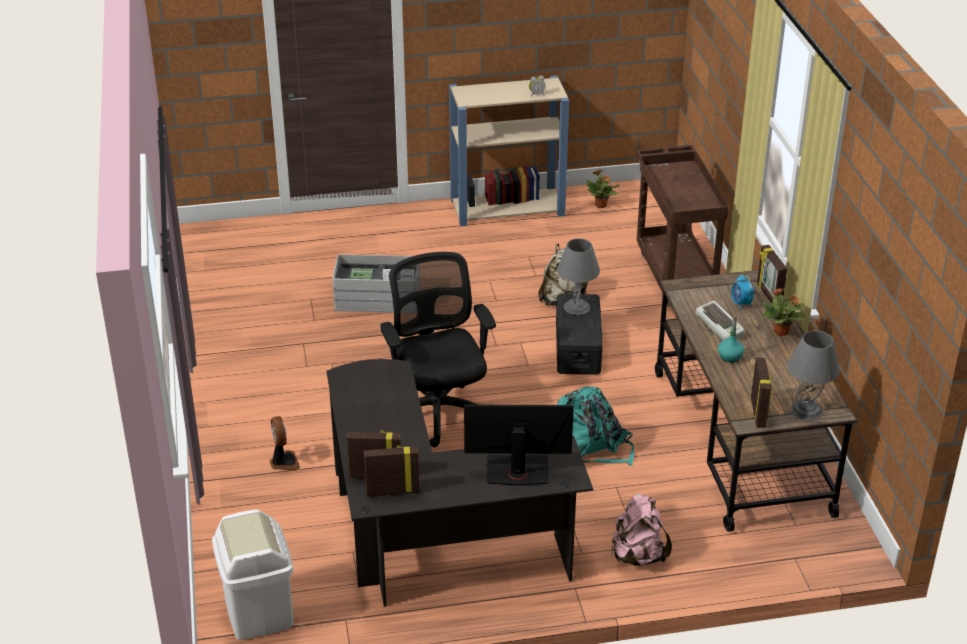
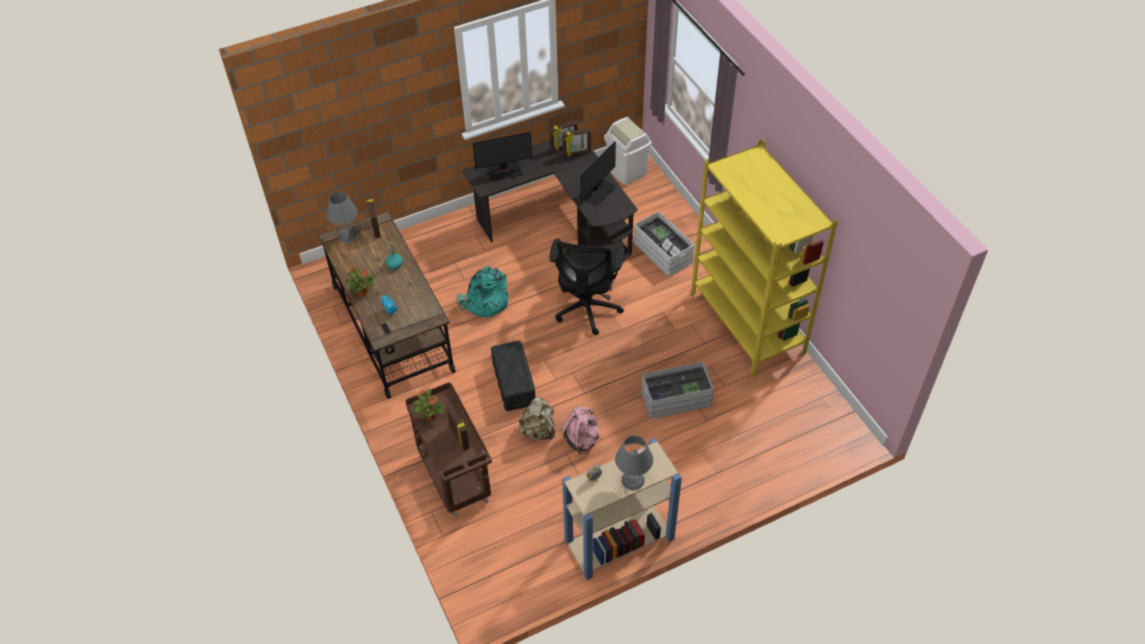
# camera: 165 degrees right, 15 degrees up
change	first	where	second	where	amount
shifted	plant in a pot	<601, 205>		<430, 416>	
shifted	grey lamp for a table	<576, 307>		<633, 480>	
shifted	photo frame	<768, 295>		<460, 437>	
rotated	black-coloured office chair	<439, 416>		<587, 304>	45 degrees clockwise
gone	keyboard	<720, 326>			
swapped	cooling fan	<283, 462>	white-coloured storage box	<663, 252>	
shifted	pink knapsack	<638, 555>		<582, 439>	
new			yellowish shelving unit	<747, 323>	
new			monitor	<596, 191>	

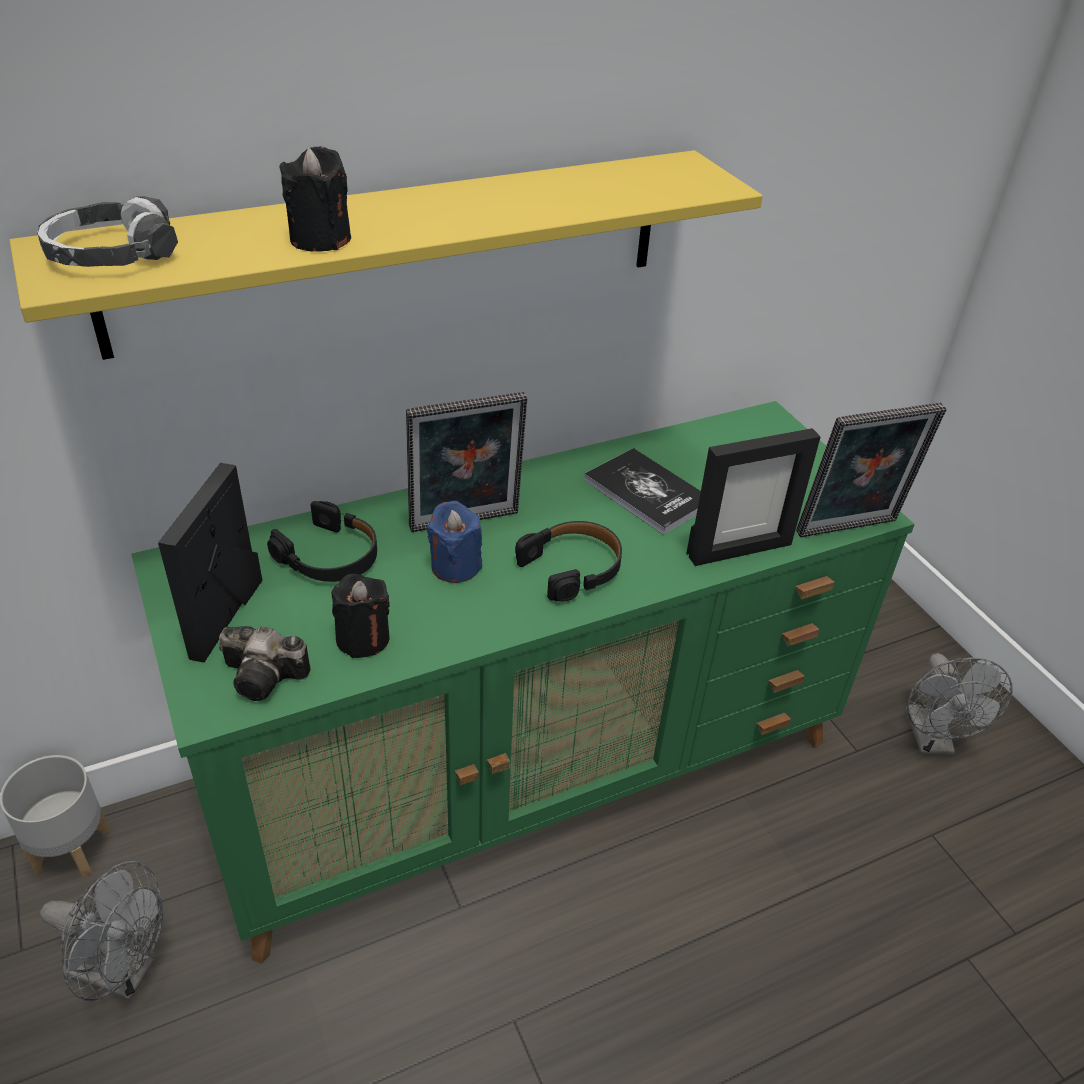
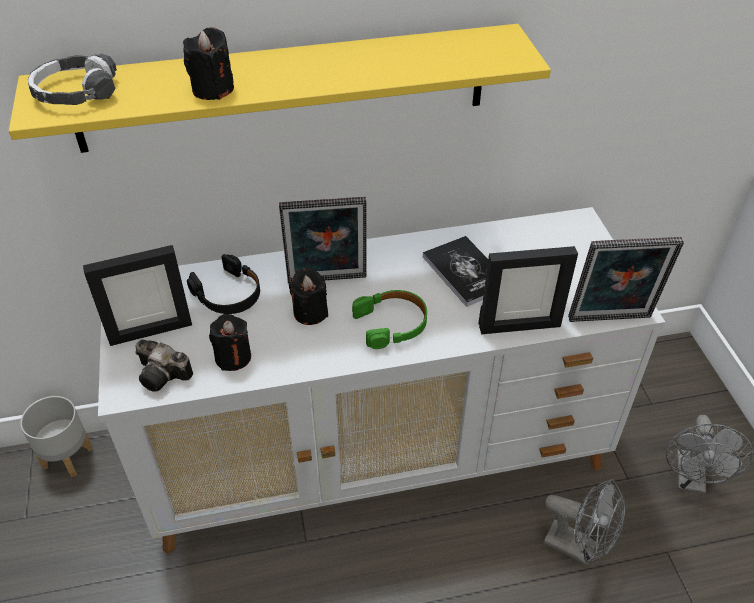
# camera: 15 degrees right, 5 degrees up
change	first	where	second	where	amount
repainted	greenish dresser	<527, 767>	white-coloured dresser	<376, 451>	
rotated	photo frame	<227, 618>		<150, 330>	135 degrees counterclockwise
repainted	blue candle	<455, 566>	black-coloured candle	<310, 312>	
repainted	black-coloured headphones	<572, 567>	greenish headphones	<392, 324>	
shifted	grey cooling fan	<124, 973>		<578, 547>	

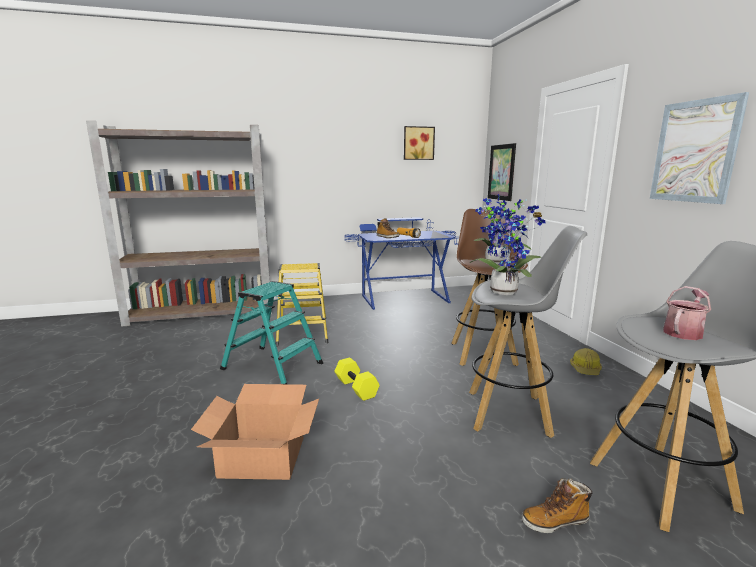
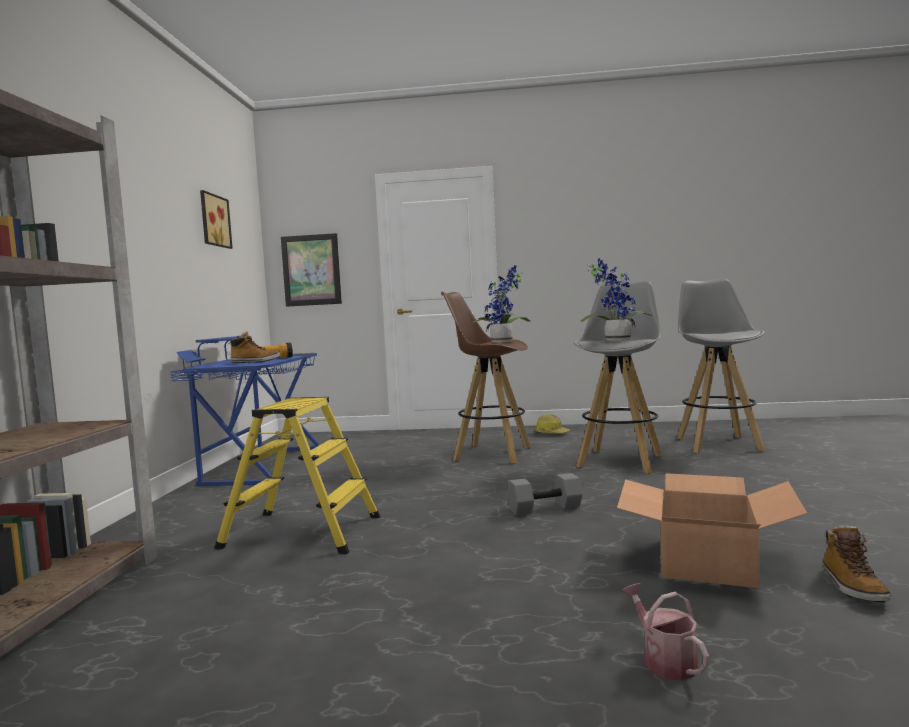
# camera: 70 degrees left, 10 degrees down
change	first	where	second	where	amount
gone	wall picture	<694, 151>			
gone	blue-green step ladder	<272, 366>			
shifted	watering can	<684, 332>		<664, 659>	
repainted	yellowish hand weight	<357, 388>	grey hand weight	<545, 508>	
shifted	boot	<555, 521>		<852, 587>	

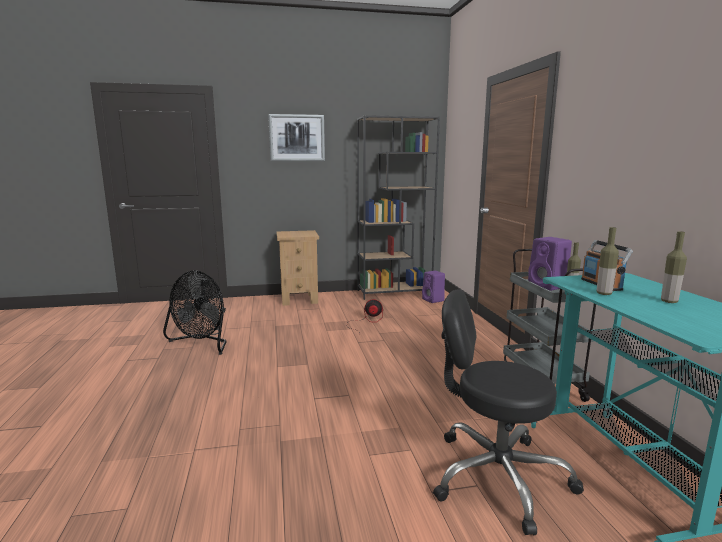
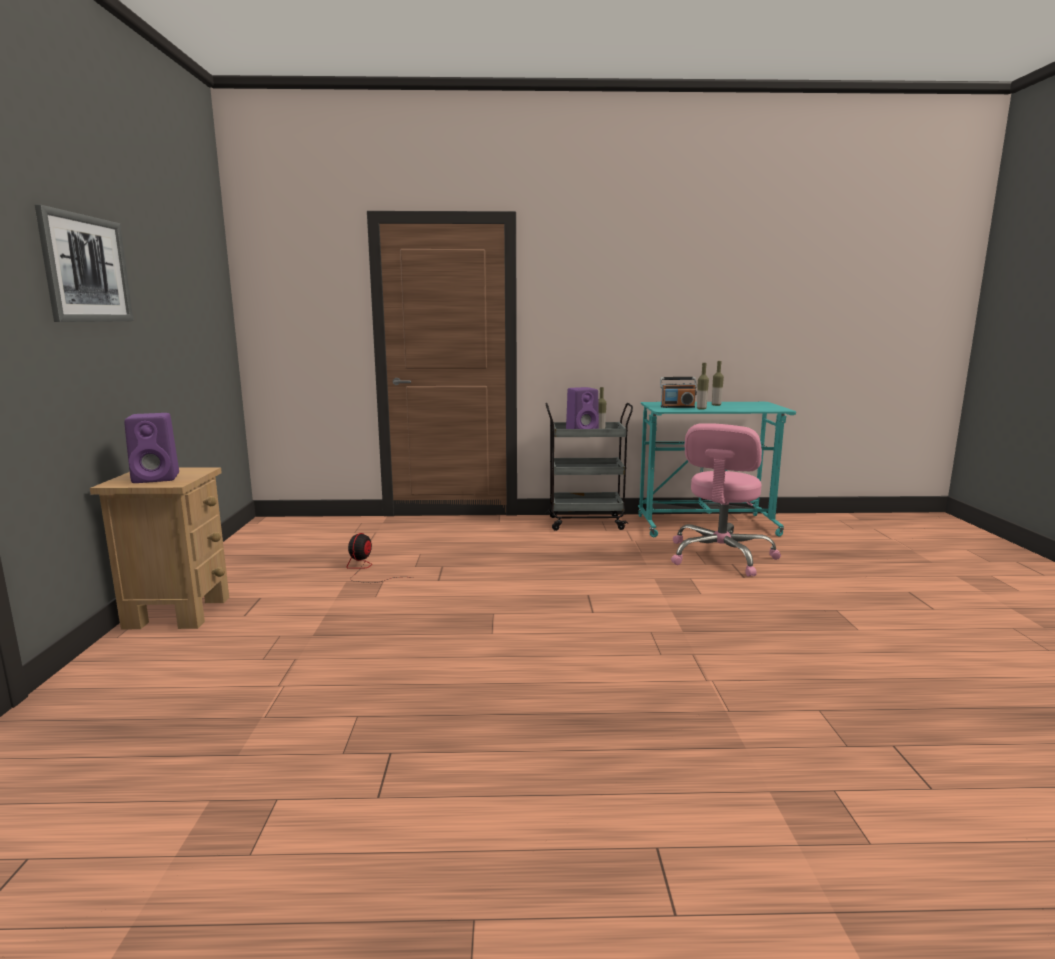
# camera: 80 degrees left, 0 degrees up
change	first	where	second	where	amount
gone	shelving unit	<394, 292>			
gone	black-coloured cooling fan	<203, 342>			
shifted	purple-coloured loudspeaker	<433, 300>		<158, 478>	
repainted	black-coloured office chair	<491, 475>	pink office chair	<719, 558>	

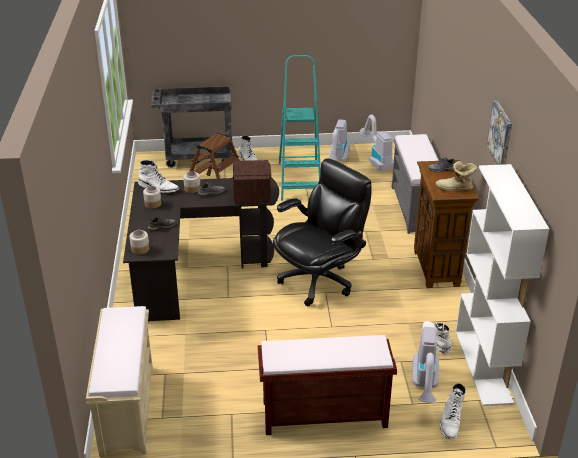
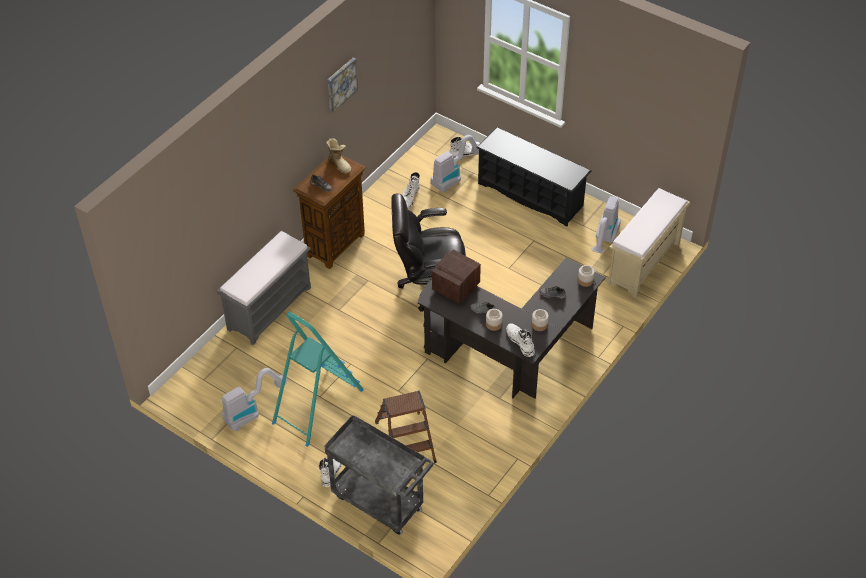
# camera: 140 degrees left, 15 degrees up
change	first	where	second	where	amount
shifted	hoover	<376, 160>		<605, 240>	
gone	white-coloured shelving unit	<484, 366>			
swapped	brown indoor bench	<323, 415>	black-coloured shoe stand	<531, 195>	

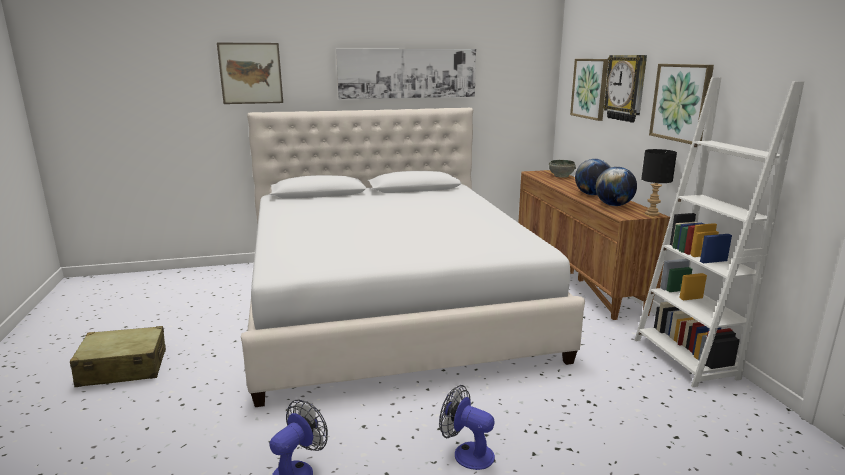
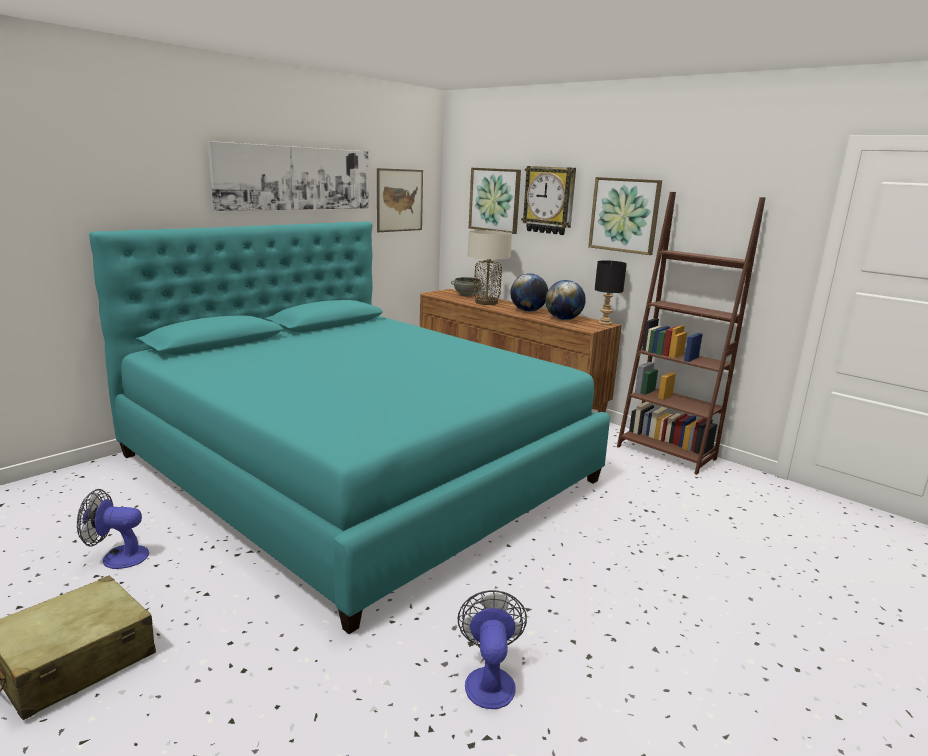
# camera: 35 degrees left, 0 degrees up
change	first	where	second	where	amount
shifted	wall picture	<251, 73>		<399, 200>	
repainted	white-coloured shelving unit	<685, 358>	brown shelving unit	<666, 452>	
repainted	white-coloured bedroom bed	<389, 303>	blue-green bedroom bed	<358, 468>	
shifted	cooling fan	<467, 453>		<117, 557>	
new			lamp for a table	<486, 302>	

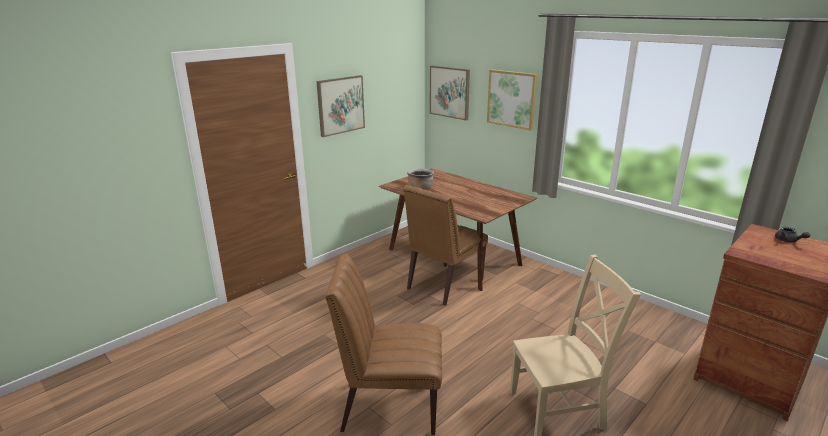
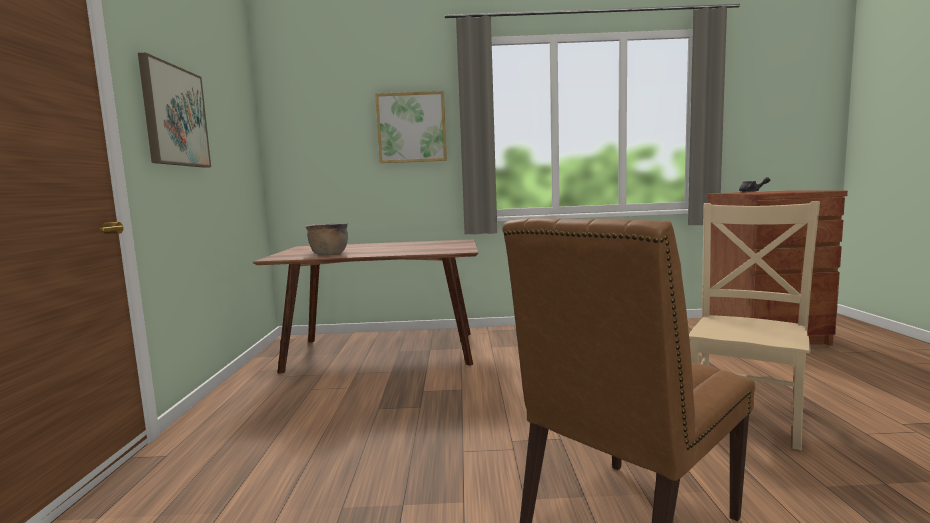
# camera: 45 degrees left, 15 degrees down
change	first	where	second	where	amount
gone	wall picture	<450, 92>			
gone	brown chair	<445, 284>			

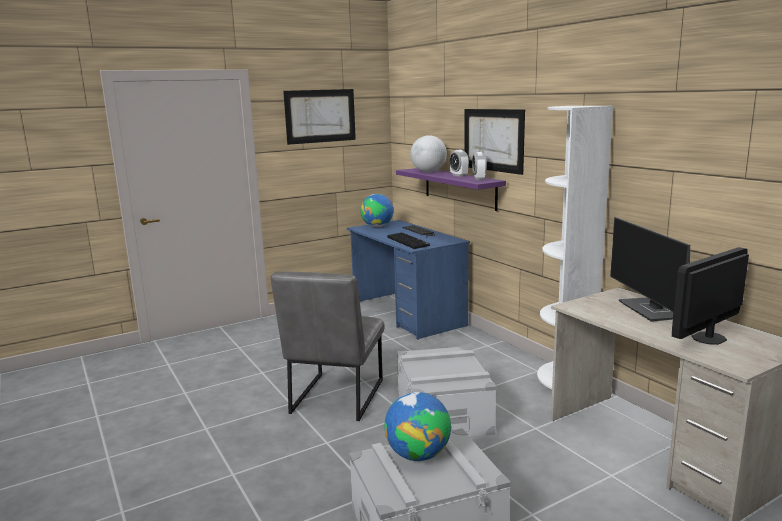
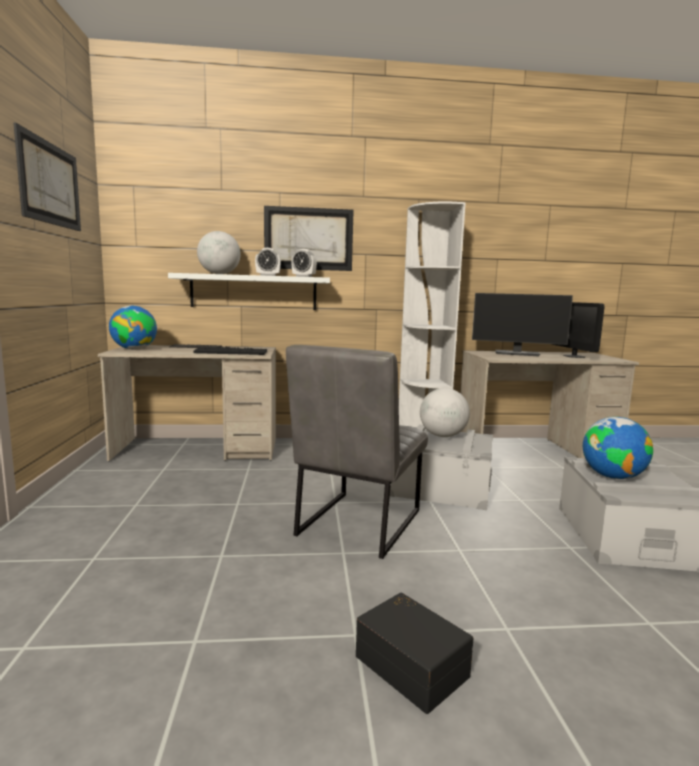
# camera: 65 degrees left, 5 degrees down
change	first	where	second	where	amount
repainted	purple-coloured shelf	<459, 188>	white-coloured shelf	<254, 292>	
repainted	blue desk table	<407, 314>	sand-coloured desk table	<198, 449>	
rotated	grey chair	<336, 397>		<357, 524>	75 degrees clockwise
new			desk globe	<443, 436>	
new			black-coloured storage box	<413, 664>	

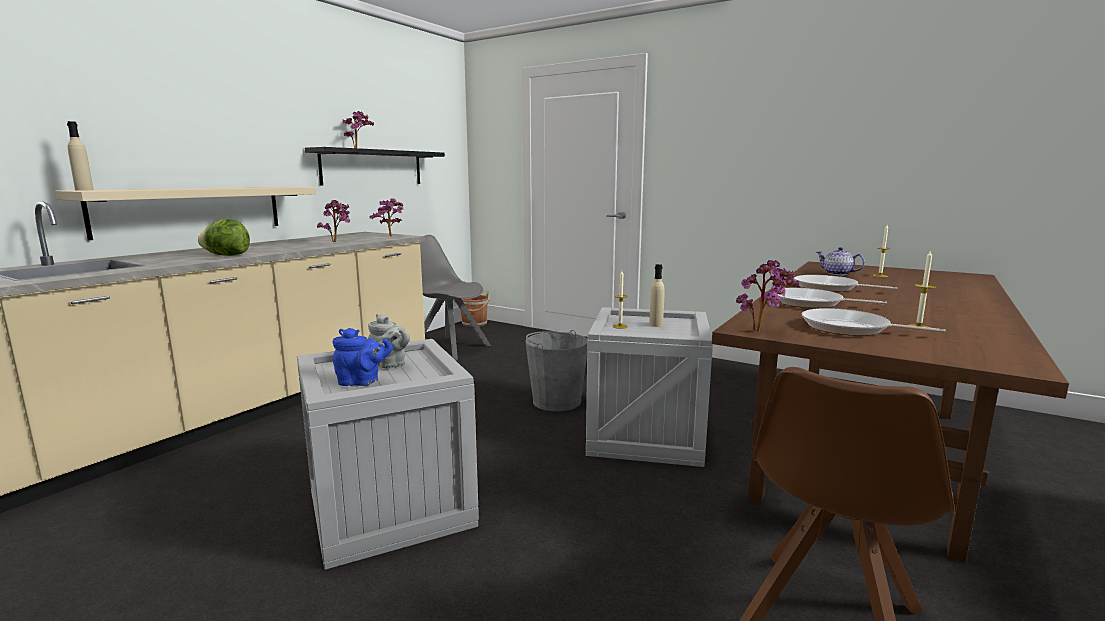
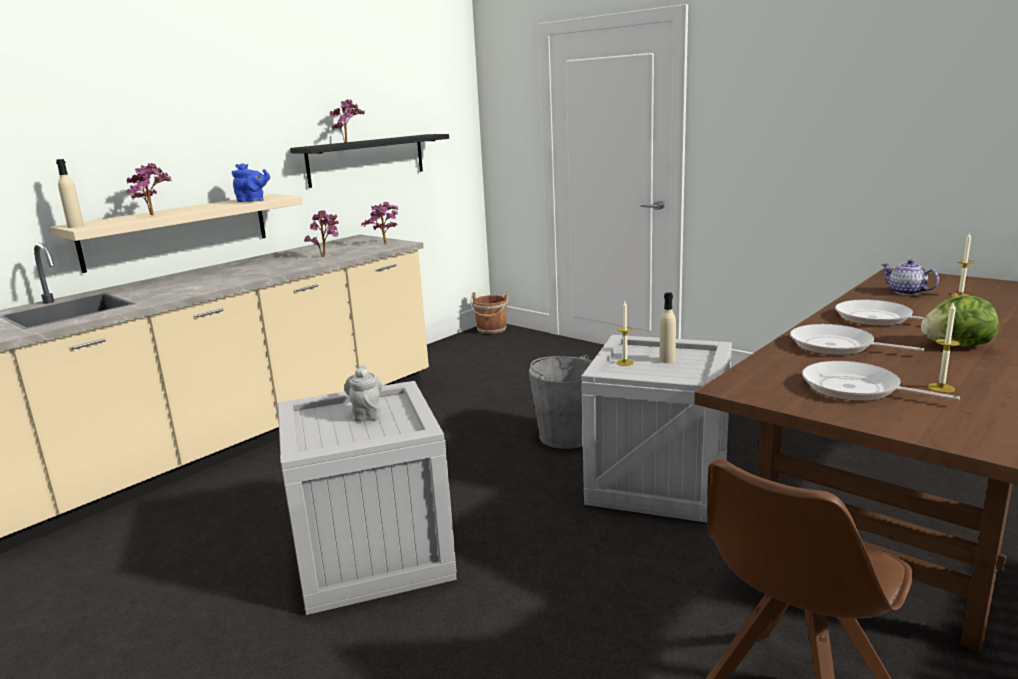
# camera: 10 degrees right, 5 degrees up
change	first	where	second	where	amount
shifted	lettuce	<227, 255>		<955, 346>	
gone	grey chair	<449, 348>			
shifted	plant in a pot	<762, 331>		<155, 215>	
rotated	grey teapot	<390, 365>		<367, 414>	150 degrees counterclockwise
shifted	blue teapot	<362, 382>		<252, 201>	

